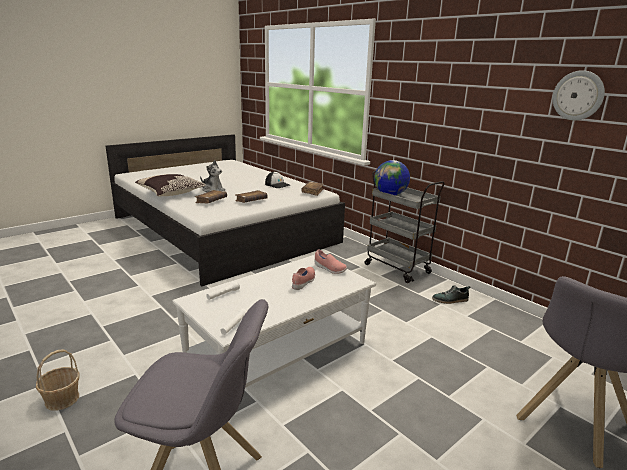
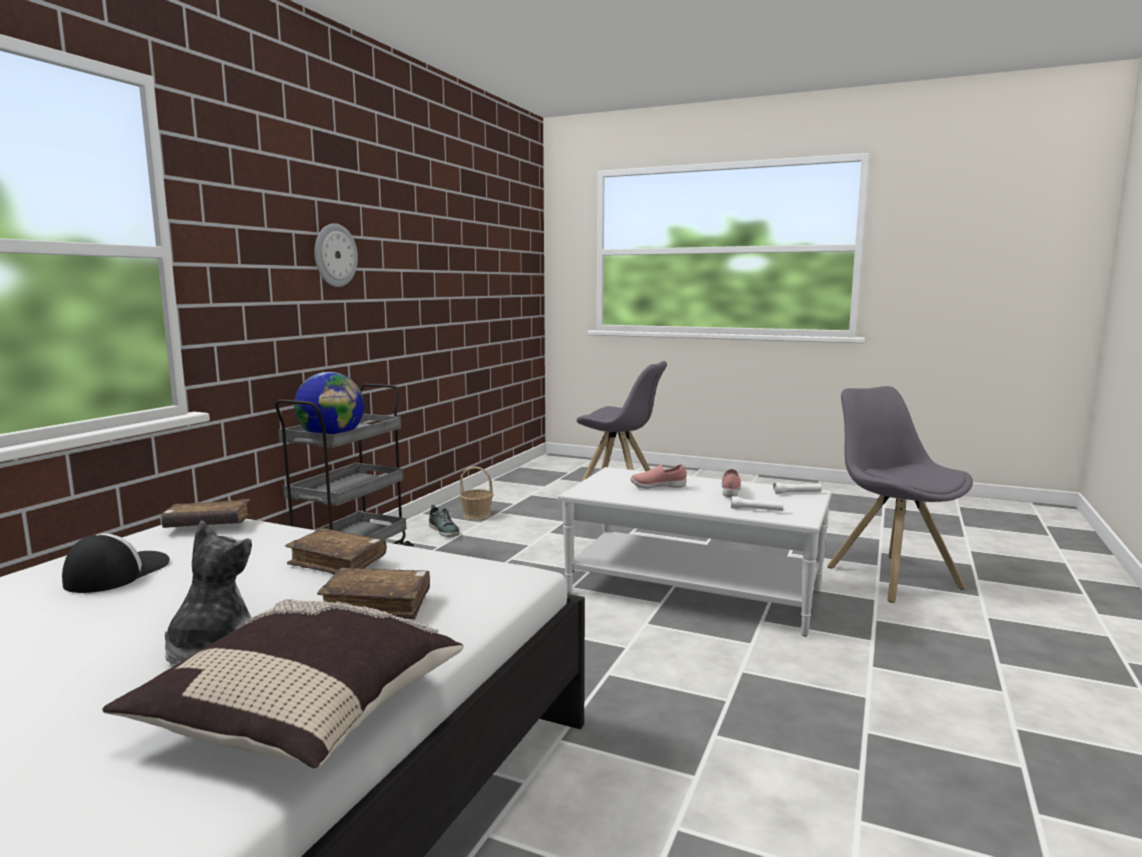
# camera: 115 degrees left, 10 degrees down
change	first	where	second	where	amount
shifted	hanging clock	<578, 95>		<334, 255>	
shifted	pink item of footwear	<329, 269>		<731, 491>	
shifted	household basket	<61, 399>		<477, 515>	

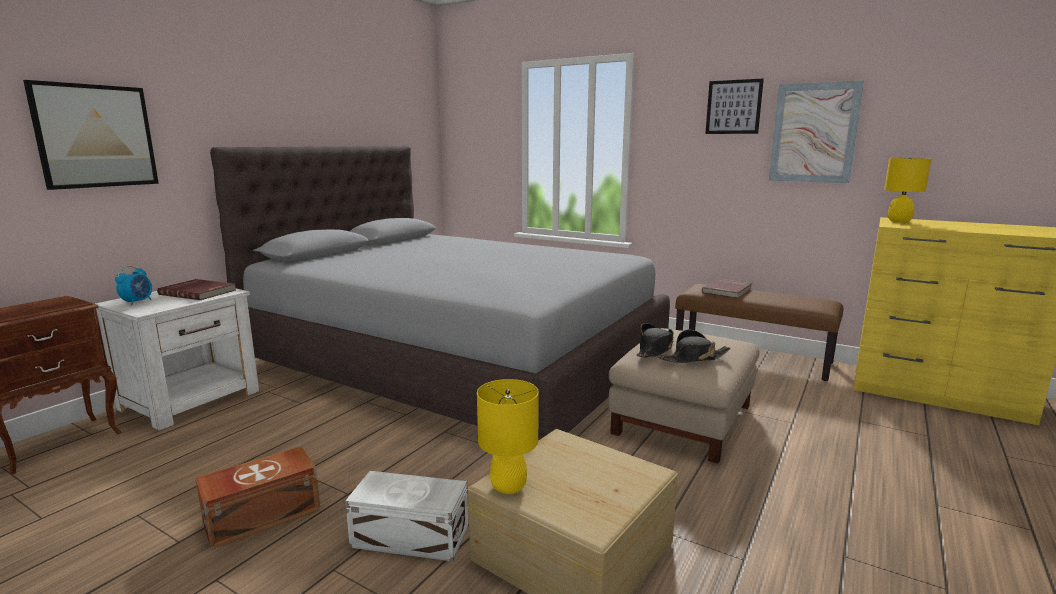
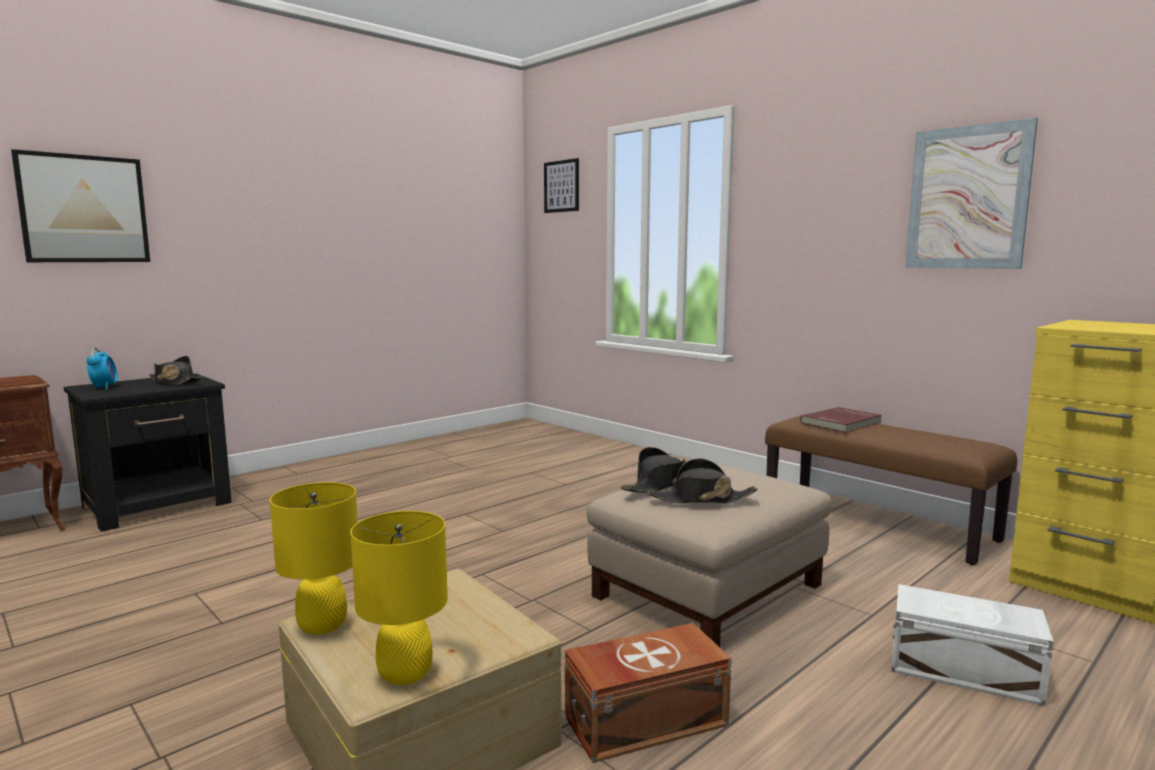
# camera: 15 degrees right, 5 degrees down
change	first	where	second	where	amount
shifted	wall picture	<733, 107>		<561, 186>	
gone	grey bedroom bed	<456, 363>			
shifted	yellowish lamp for a table	<899, 221>		<408, 675>	
rotated	alarm clock	<137, 302>		<104, 387>	45 degrees counterclockwise
swapped	red book	<199, 292>	black-coloured wearable hat	<174, 382>	
repainted	white-coloured night table	<193, 400>	black-coloured night table	<160, 505>	
shifted	brown storage box	<260, 515>		<642, 720>	
shifted	white-coloured storage box	<411, 537>		<965, 672>	

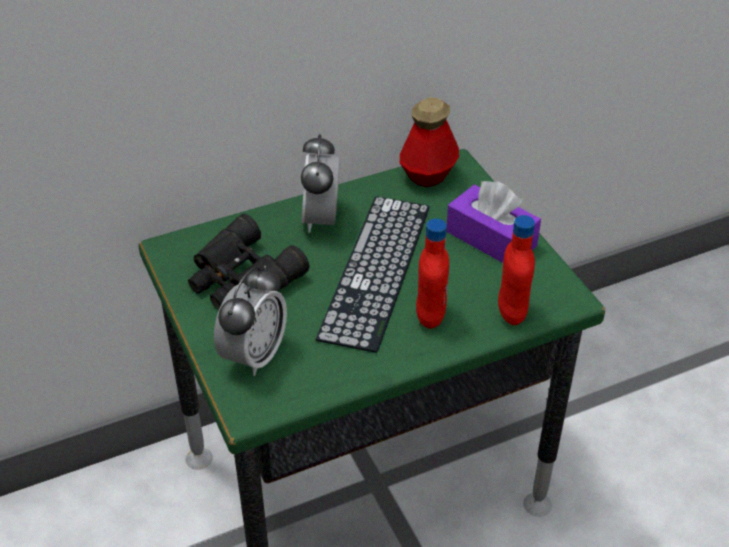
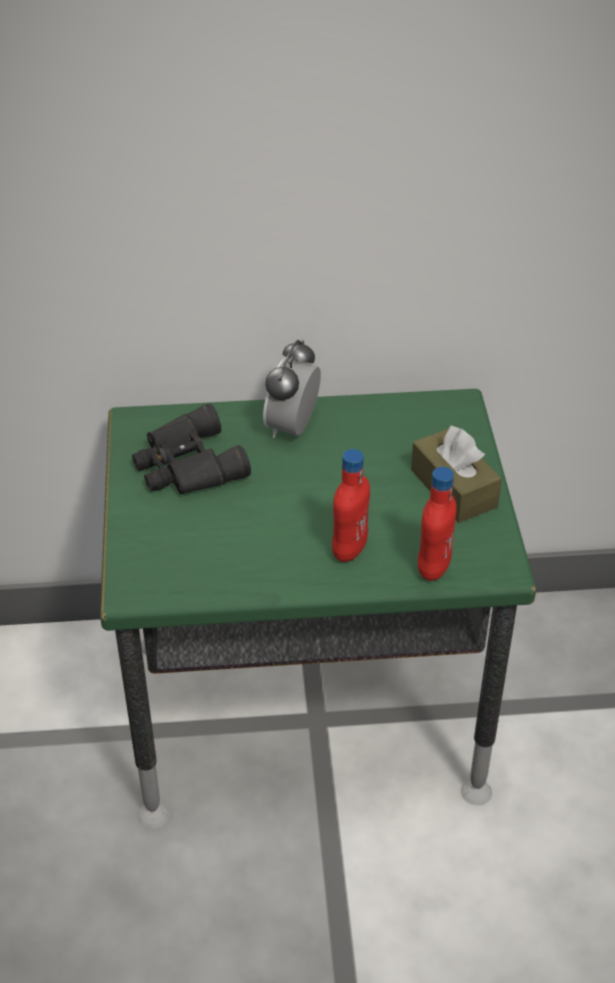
# camera: 20 degrees right, 0 degrees up
change	first	where	second	where	amount
gone	bottle	<428, 175>			
repainted	purple-coloured tissue holder	<491, 239>	brown tissue holder	<453, 488>	
gone	keyboard	<376, 270>			
gone	alarm clock	<254, 355>			

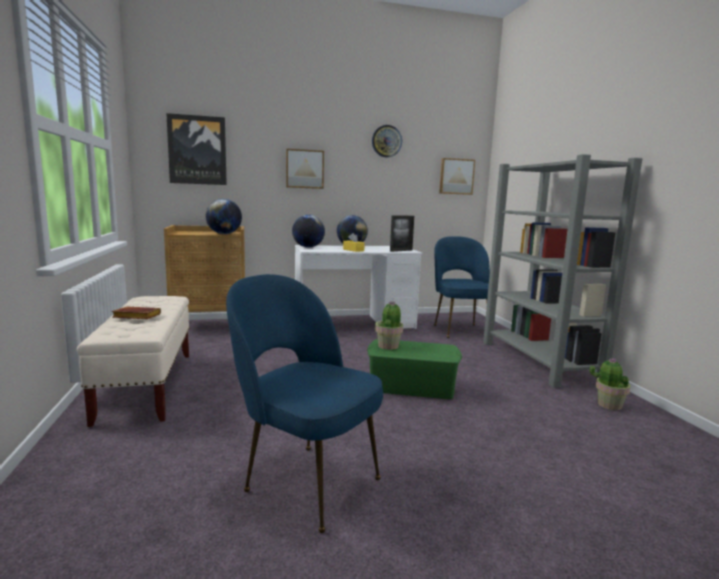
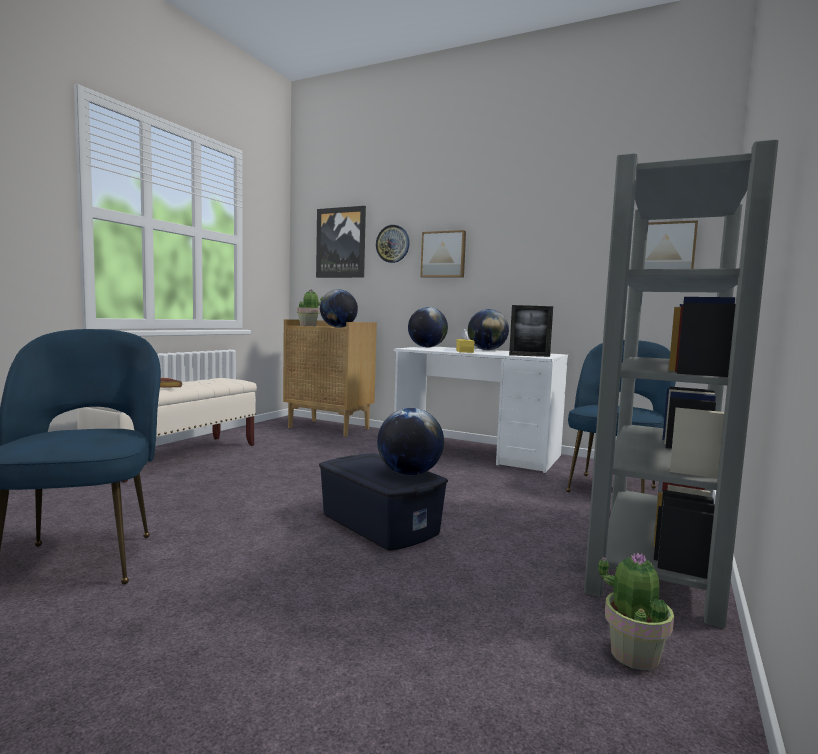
# camera: 40 degrees right, 5 degrees down
change	first	where	second	where	amount
shifted	hanging clock	<386, 141>		<393, 244>	
shifted	plant in a pot	<388, 346>		<308, 326>	
repainted	greenish storage box	<411, 386>	blue storage box	<380, 523>	
new			desk globe	<409, 474>	

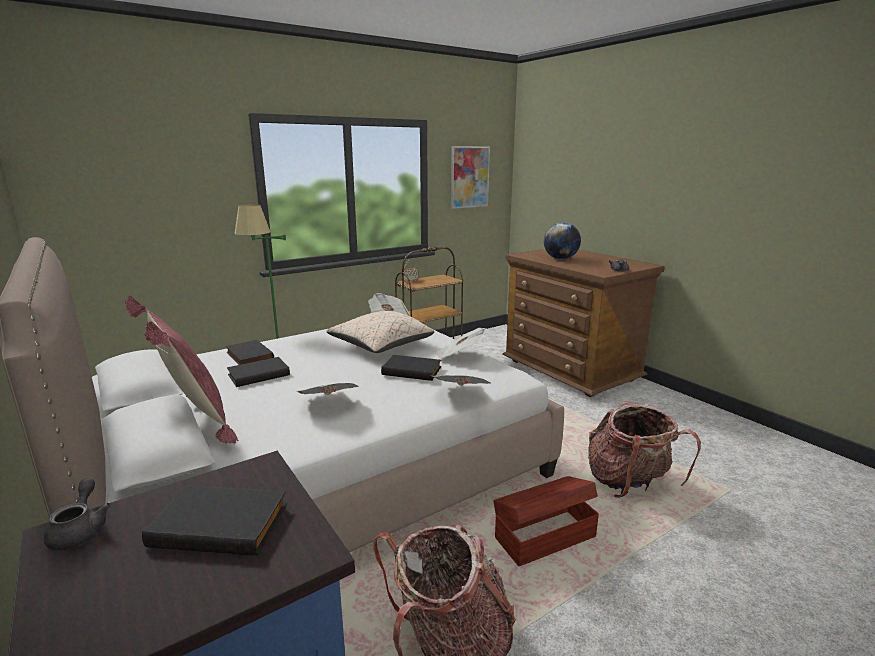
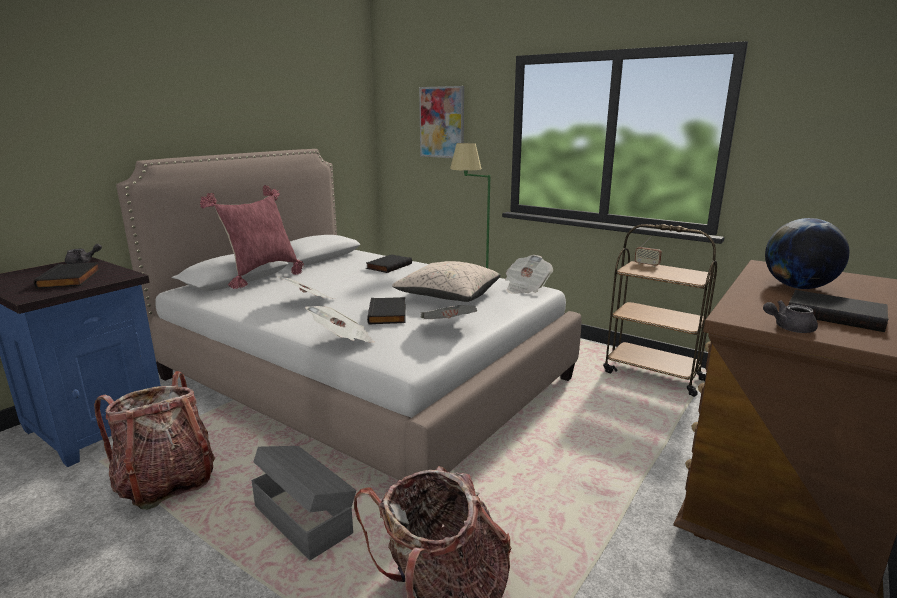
# camera: 70 degrees right, 0 degrees up
change	first	where	second	where	amount
shifted	wall picture	<469, 177>		<442, 122>	
shifted	black-coloured book	<259, 374>		<836, 315>	
repainted	brown storage box	<543, 537>	grey storage box	<303, 518>	

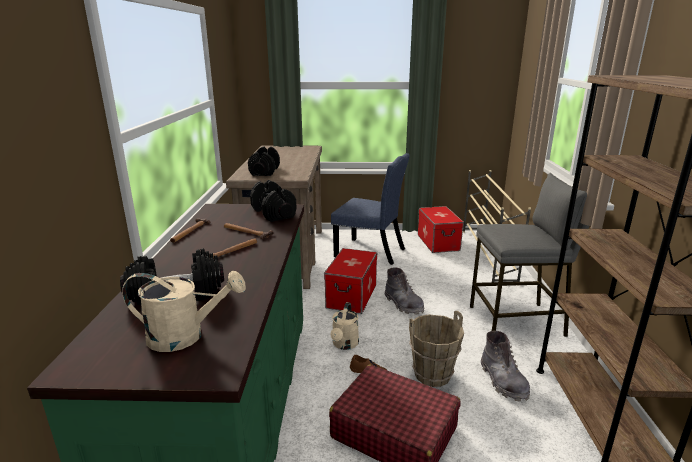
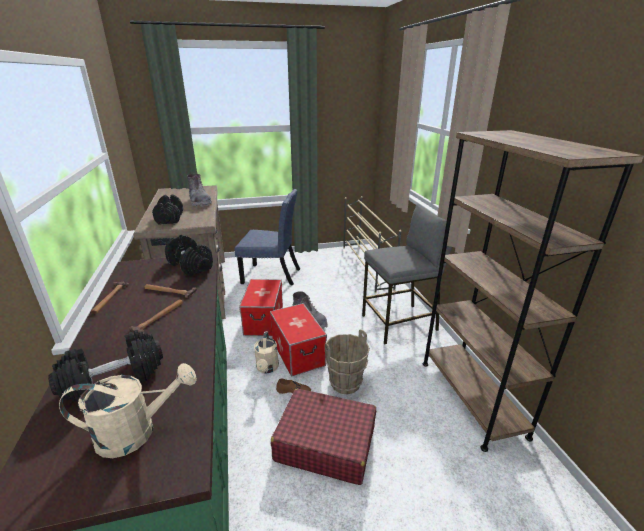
# camera: 15 degrees left, 5 degrees up
change	first	where	second	where	amount
shifted	storage box	<437, 242>		<297, 353>	
shifted	grey boot	<503, 381>		<200, 202>	

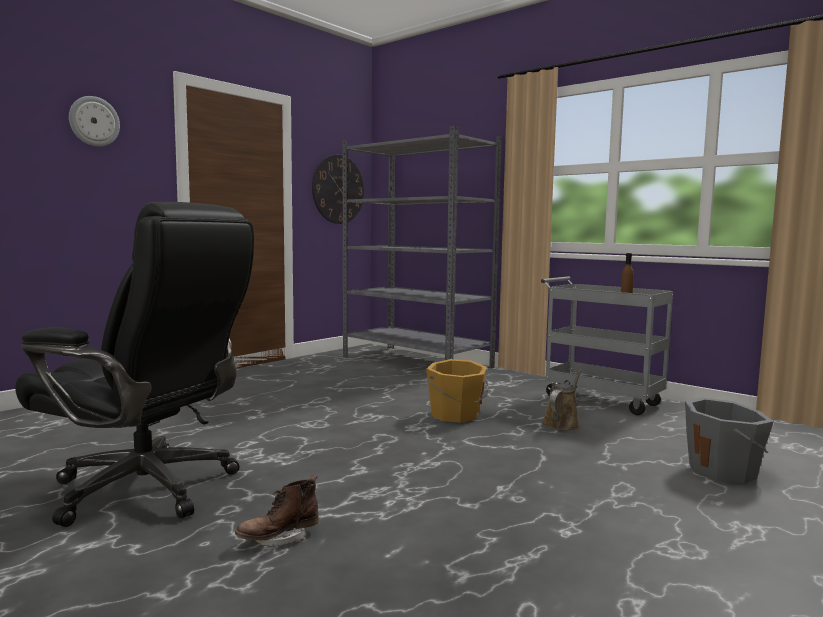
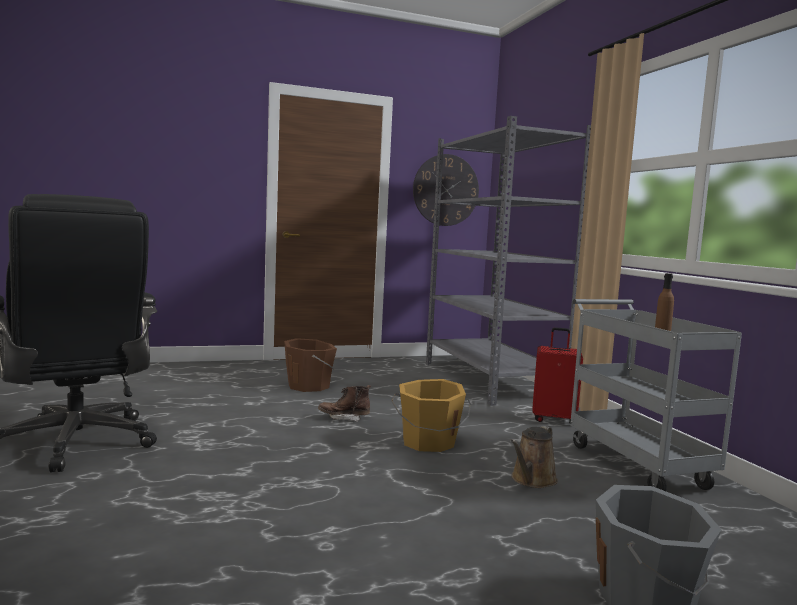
# camera: 30 degrees right, 0 degrees up
change	first	where	second	where	amount
gone	hanging clock	<94, 121>			
rotated	brown watering can	<562, 423>		<532, 480>	150 degrees clockwise
shifted	brown boot	<279, 538>		<344, 418>	
new			red piece of luggage	<554, 419>	
new			brown bucket	<309, 386>	

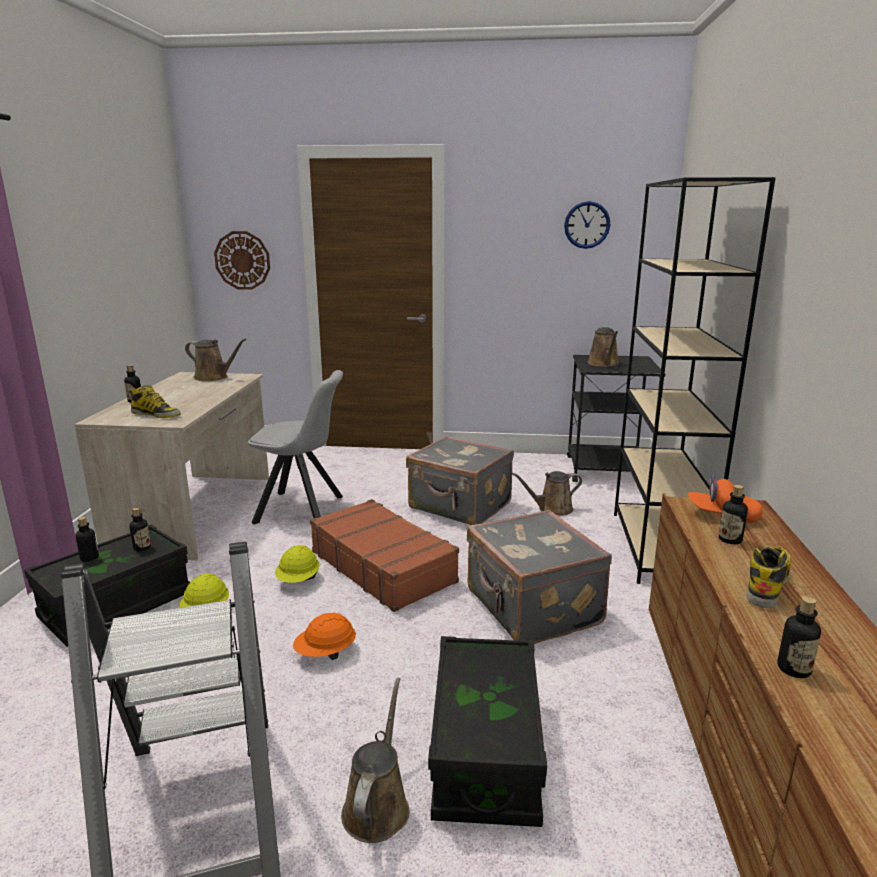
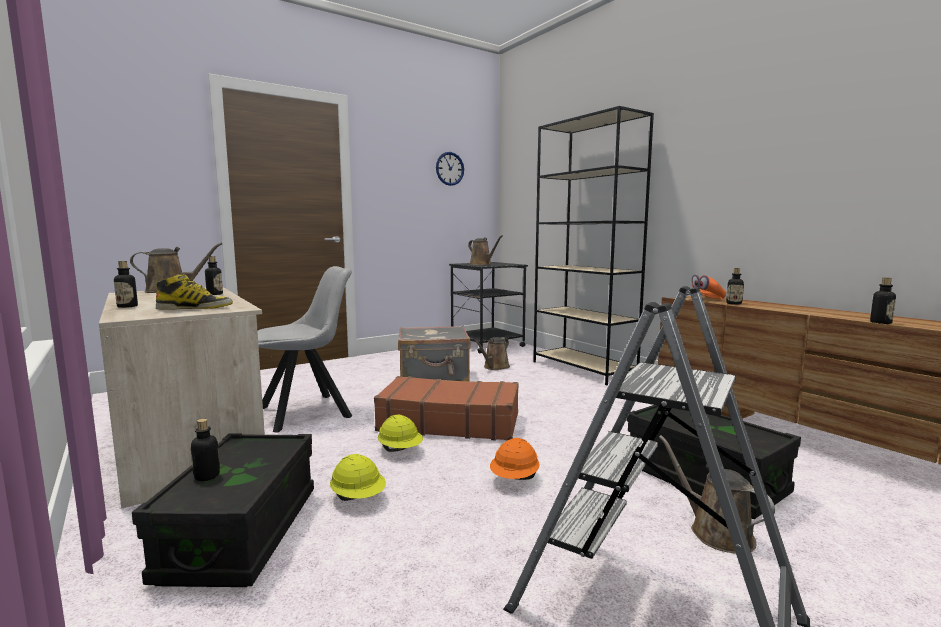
# camera: 40 degrees left, 10 degrees down
change	first	where	second	where	amount
gone	hanging clock	<242, 260>			
shifted	bottle	<142, 547>		<215, 294>	
gone	grey piece of luggage	<531, 608>			
gone	boot	<767, 585>			

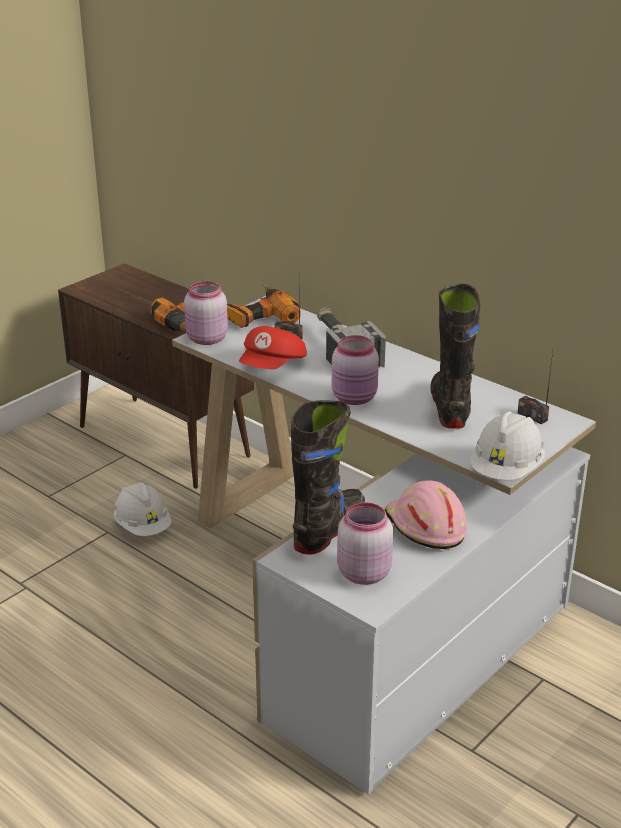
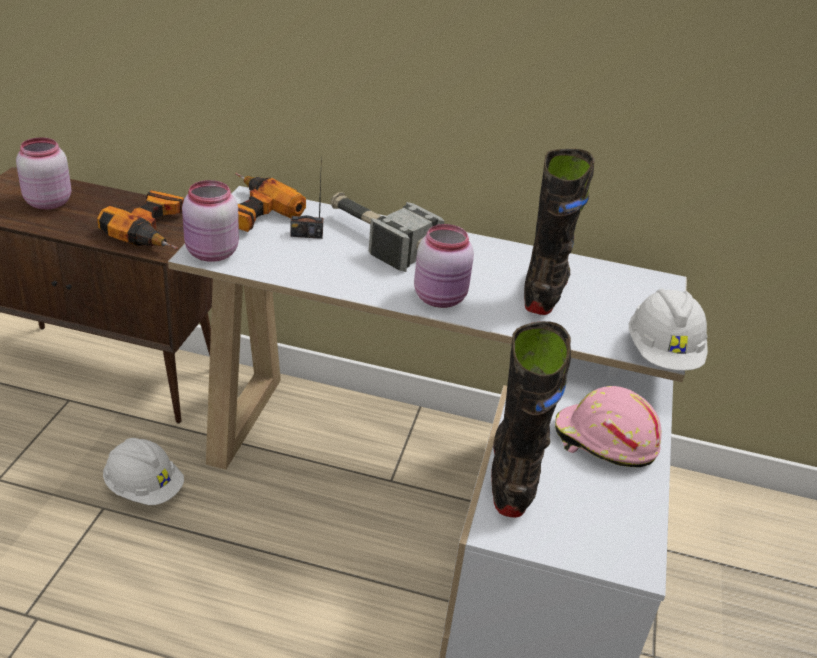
# camera: 30 degrees left, 5 degrees up
change	first	where	second	where	amount
rotated	black-coloured boot	<450, 408>		<545, 290>	45 degrees clockwise
gone	red cap	<273, 366>			
gone	radio receiver	<532, 417>			
shifted	pink jar	<362, 572>		<47, 202>	

